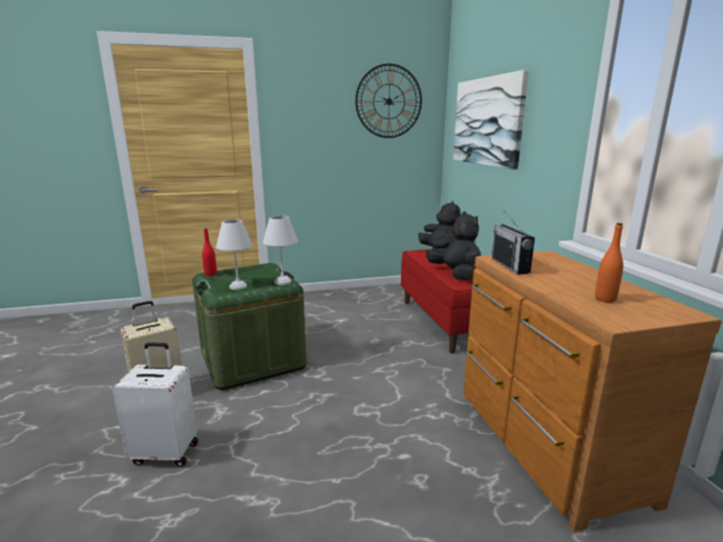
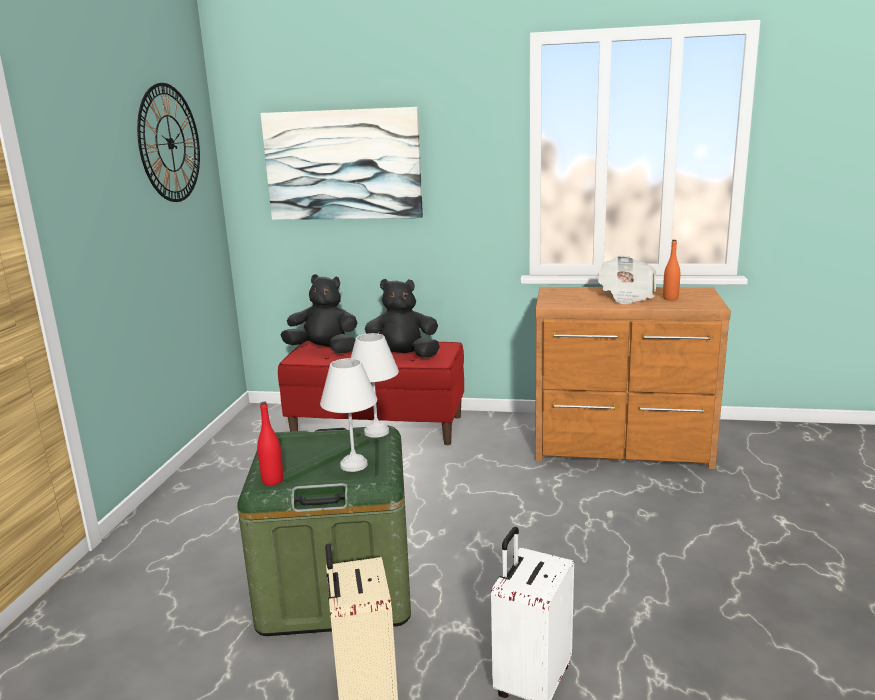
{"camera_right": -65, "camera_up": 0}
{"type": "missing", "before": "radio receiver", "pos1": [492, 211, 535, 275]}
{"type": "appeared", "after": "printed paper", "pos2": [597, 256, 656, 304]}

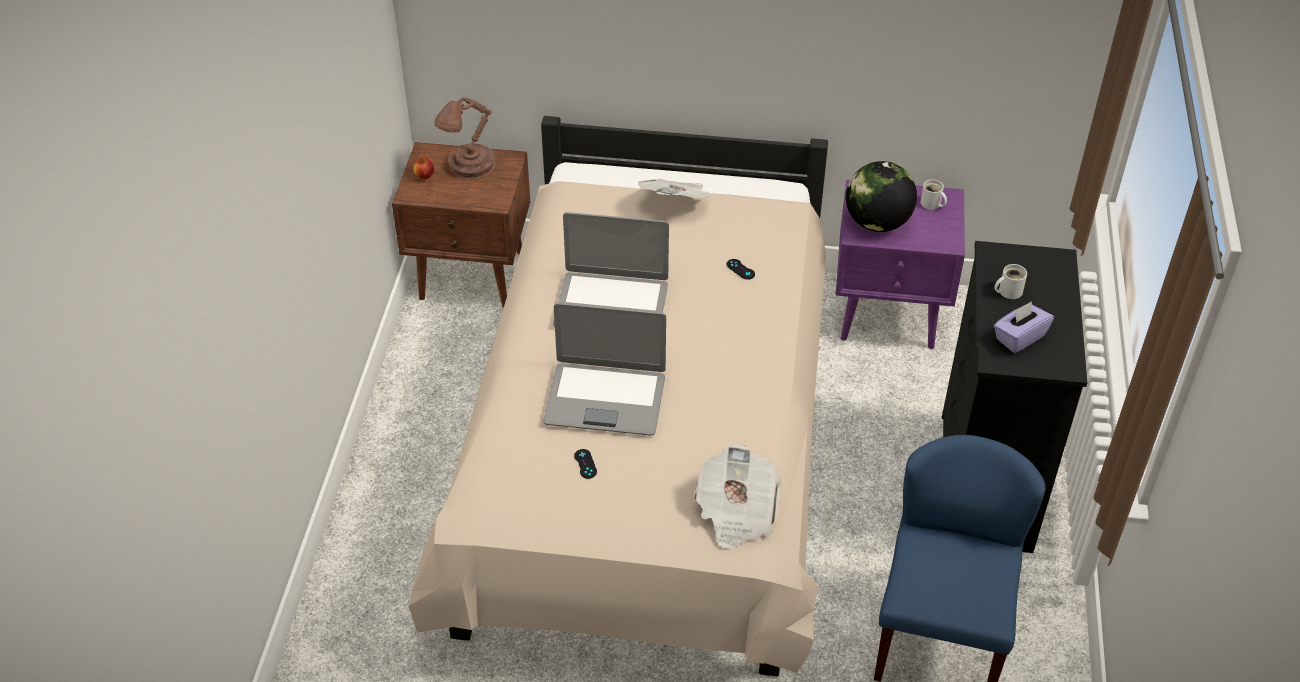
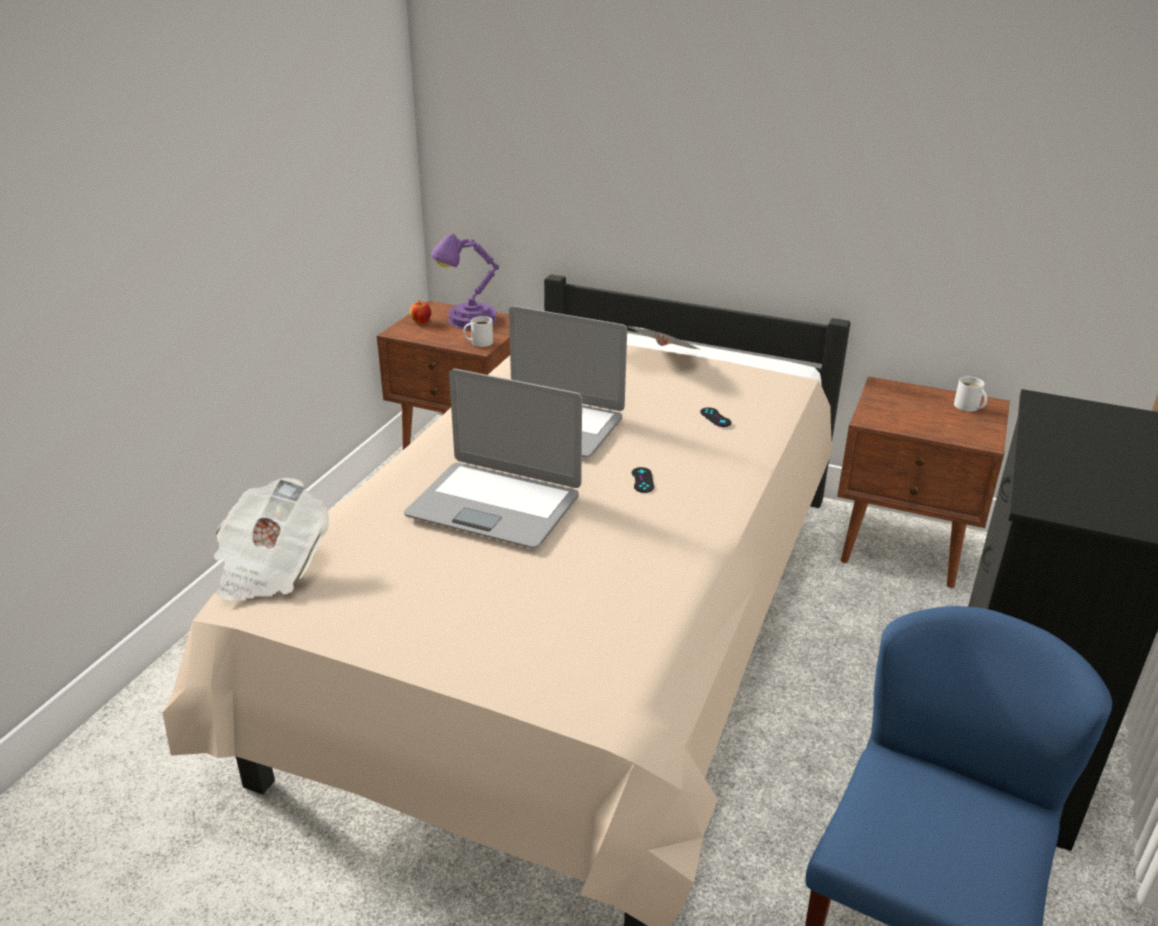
{"camera_right": 15, "camera_up": -15}
{"type": "colour", "before": "lamp for a table (brown)", "after": "lamp for a table (purplish)", "pos1": [435, 97, 495, 180], "pos2": [431, 234, 499, 330]}
{"type": "missing", "before": "desk globe", "pos1": [846, 161, 917, 232]}
{"type": "colour", "before": "night table (purplish)", "after": "night table (brown)", "pos1": [835, 179, 965, 349], "pos2": [837, 376, 1010, 588]}
{"type": "relocated", "before": "tea mug (white-coloured)", "pos1": [994, 264, 1027, 299], "pos2": [463, 316, 493, 347]}
{"type": "missing", "before": "tissue holder (purplish)", "pos1": [994, 301, 1054, 353]}
{"type": "relocated", "before": "printed paper", "pos1": [694, 444, 782, 549], "pos2": [214, 478, 329, 601]}
{"type": "relocated", "before": "joypad (black-coloured)", "pos1": [574, 449, 597, 479], "pos2": [632, 467, 654, 493]}

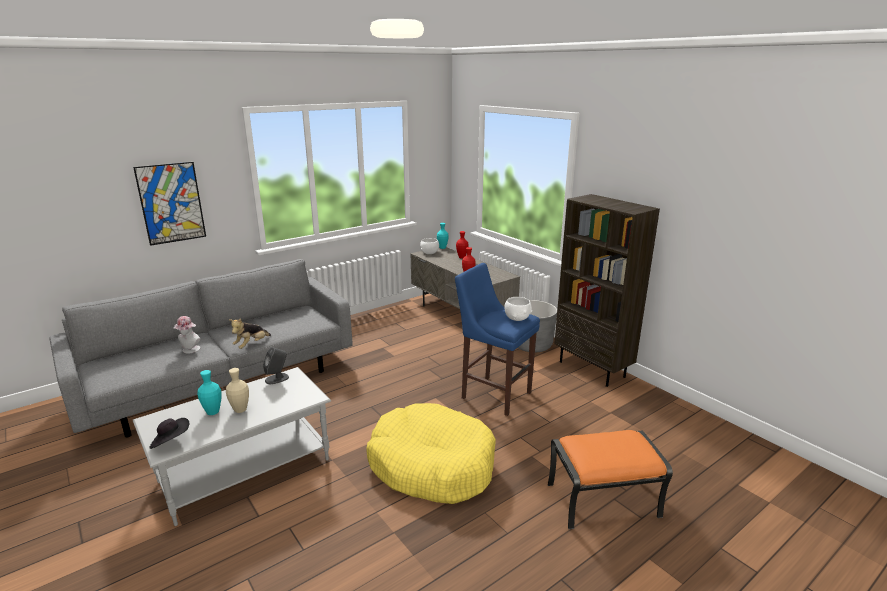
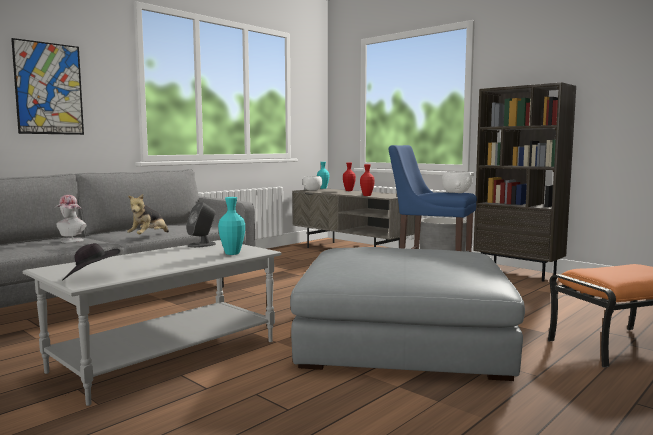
{"camera_right": -10, "camera_up": -15}
{"type": "missing", "before": "decorative vase (beige-coloured)", "pos1": [226, 368, 249, 413]}
{"type": "relocated", "before": "decorative vase (blue-green)", "pos1": [197, 370, 222, 415], "pos2": [218, 197, 245, 255]}
{"type": "exchanged", "before": "dog cushion (yellow-coloured)", "after": "ottoman (greyish)", "pos1": [366, 403, 496, 504], "pos2": [290, 247, 525, 381]}

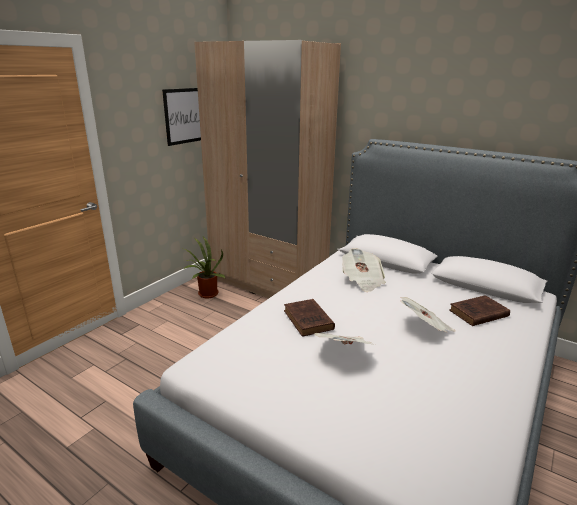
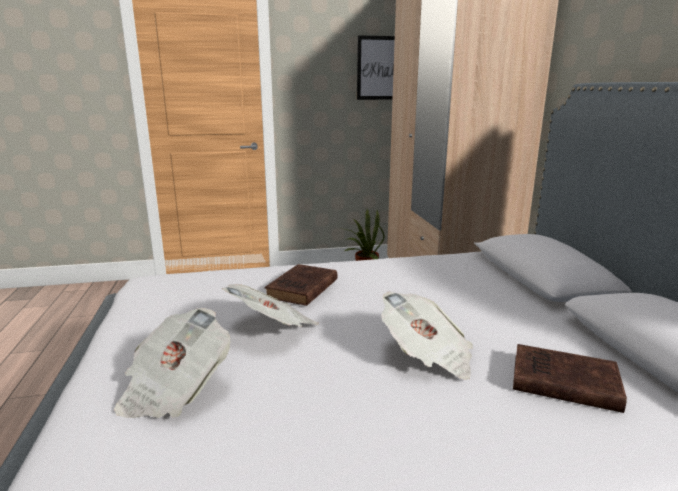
{"camera_right": 45, "camera_up": -5}
{"type": "relocated", "before": "printed paper", "pos1": [342, 248, 386, 292], "pos2": [114, 308, 230, 418]}

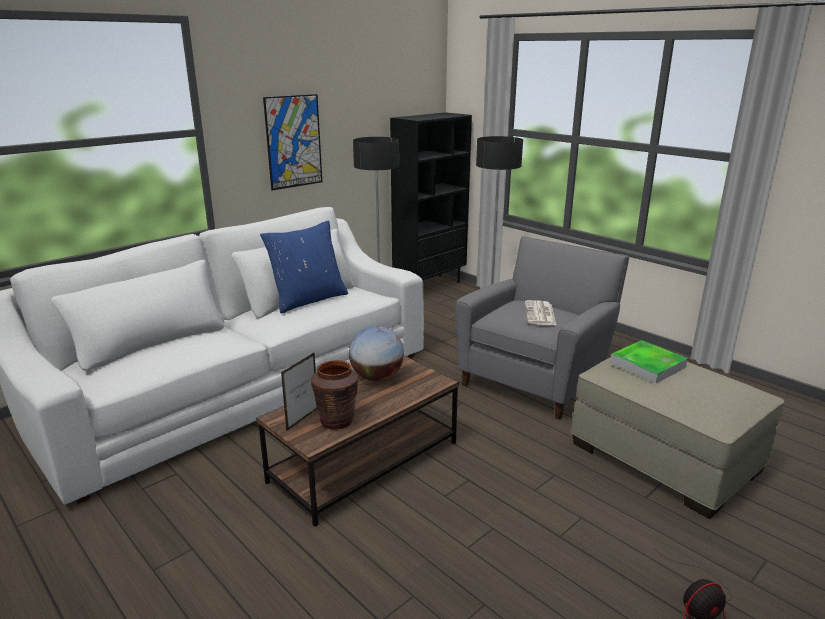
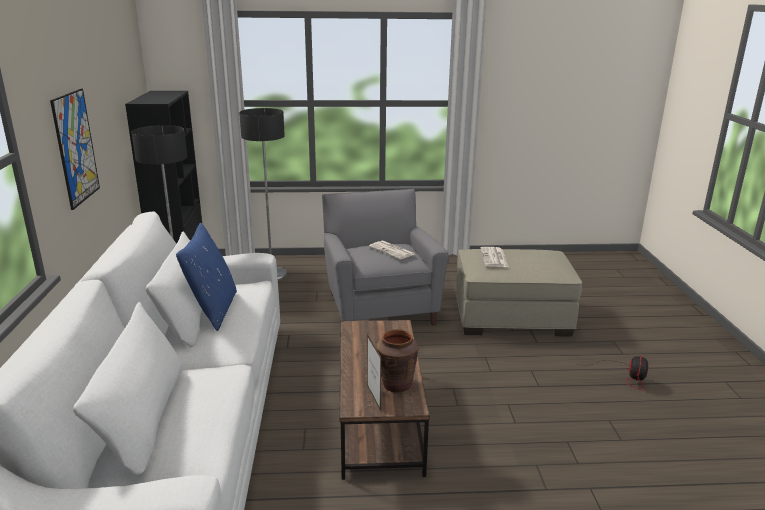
{"camera_right": -50, "camera_up": 0}
{"type": "missing", "before": "desk globe", "pos1": [349, 326, 404, 381]}
{"type": "exchanged", "before": "tray", "after": "printed paper", "pos1": [610, 340, 688, 383], "pos2": [481, 247, 508, 267]}

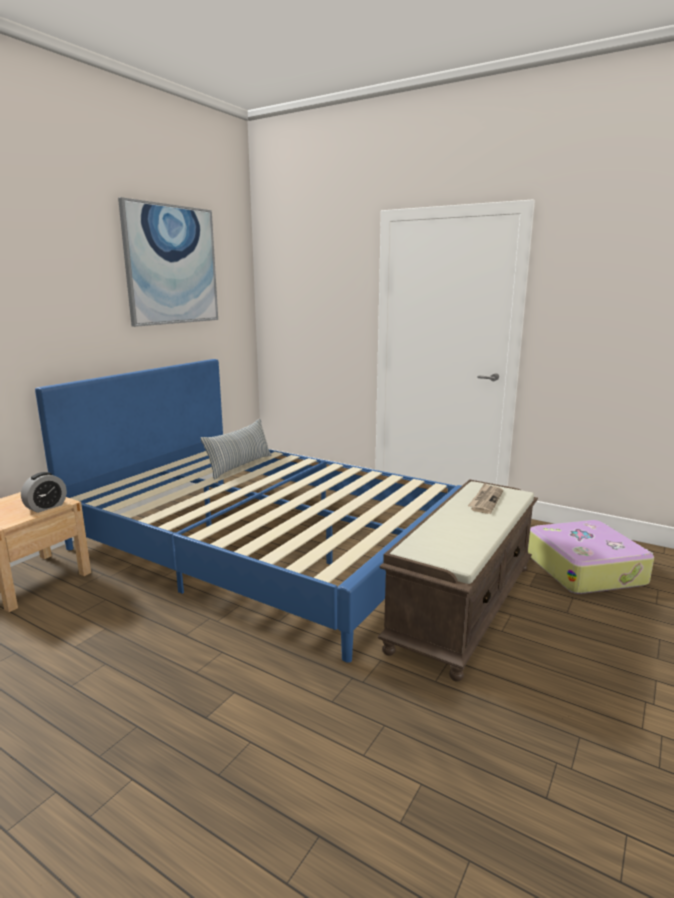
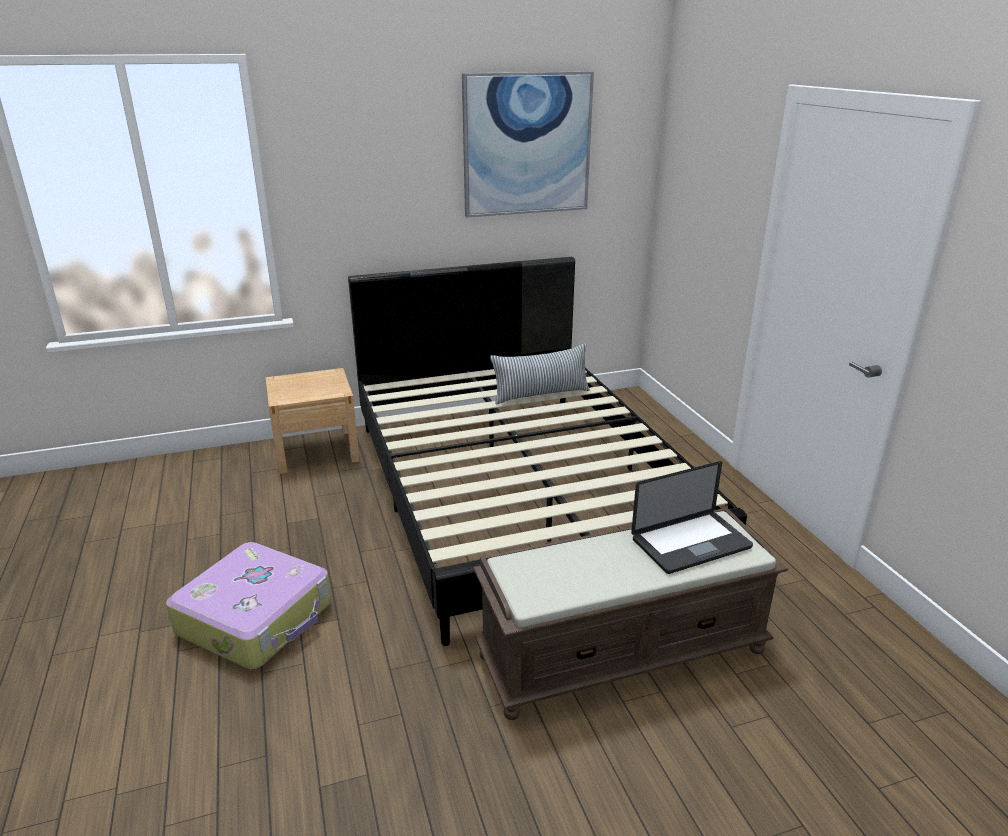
{"camera_right": 40, "camera_up": 10}
{"type": "colour", "before": "bedroom bed (blue-coloured)", "after": "bedroom bed (black-coloured)", "pos1": [35, 359, 461, 663], "pos2": [348, 257, 747, 646]}
{"type": "missing", "before": "alarm clock", "pos1": [21, 472, 67, 513]}
{"type": "exchanged", "before": "printed paper", "after": "portable computer", "pos1": [468, 483, 503, 514], "pos2": [631, 461, 753, 574]}
{"type": "relocated", "before": "travel case", "pos1": [528, 520, 654, 594], "pos2": [166, 542, 331, 669]}

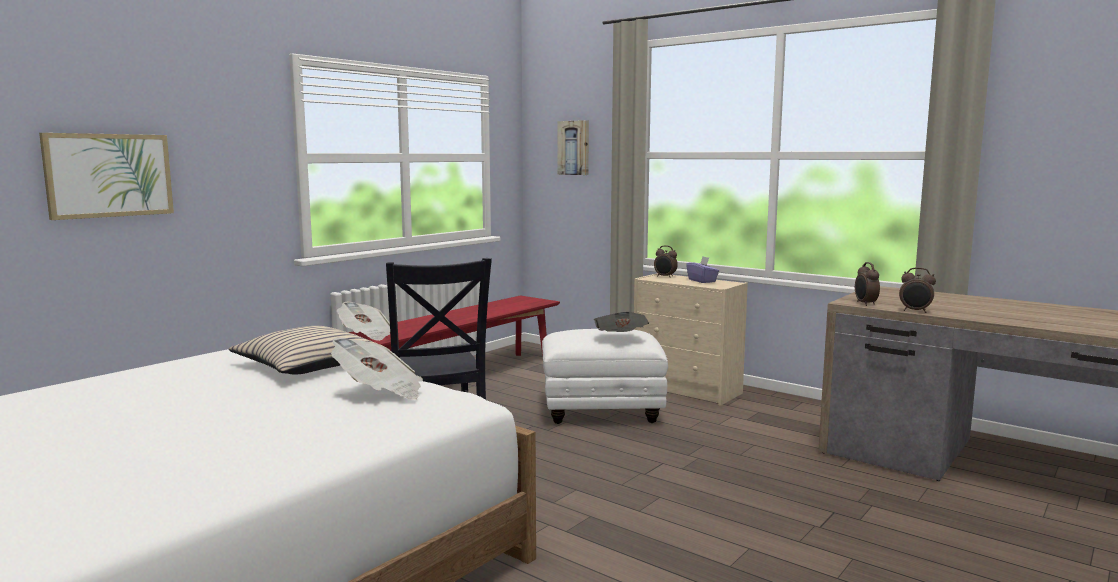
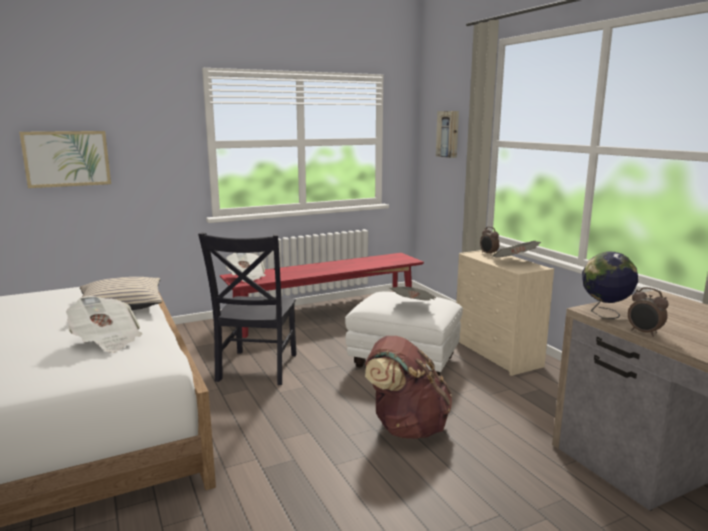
{"camera_right": 25, "camera_up": 5}
{"type": "exchanged", "before": "tissue holder (purplish)", "after": "printed paper", "pos1": [686, 257, 719, 283], "pos2": [492, 241, 541, 258]}
{"type": "exchanged", "before": "alarm clock", "after": "desk globe", "pos1": [855, 262, 880, 306], "pos2": [582, 252, 638, 319]}
{"type": "appeared", "after": "rucksack (brown)", "pos2": [365, 336, 452, 439]}

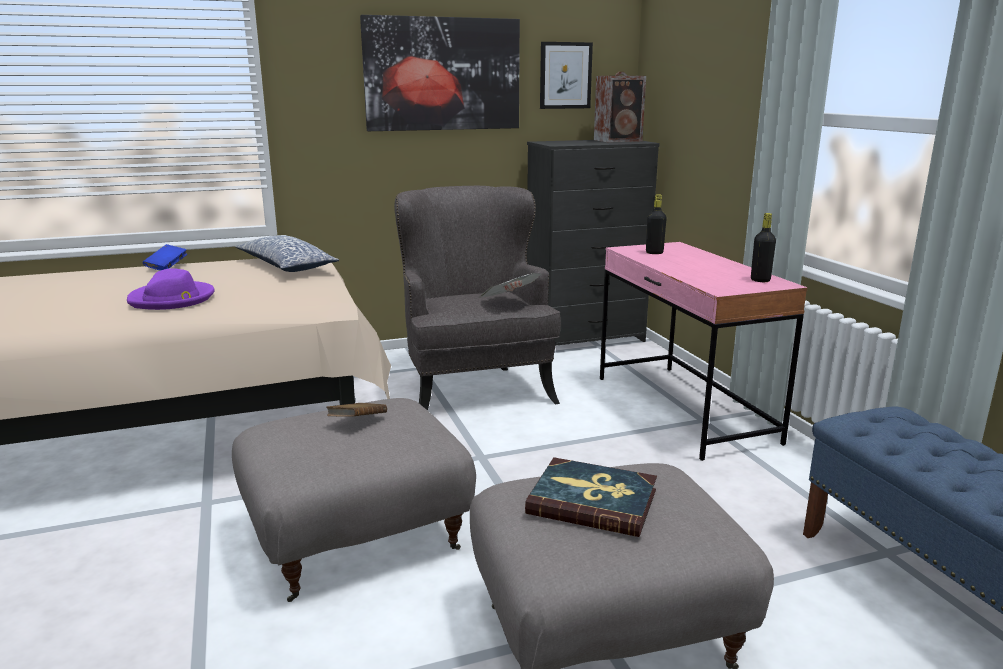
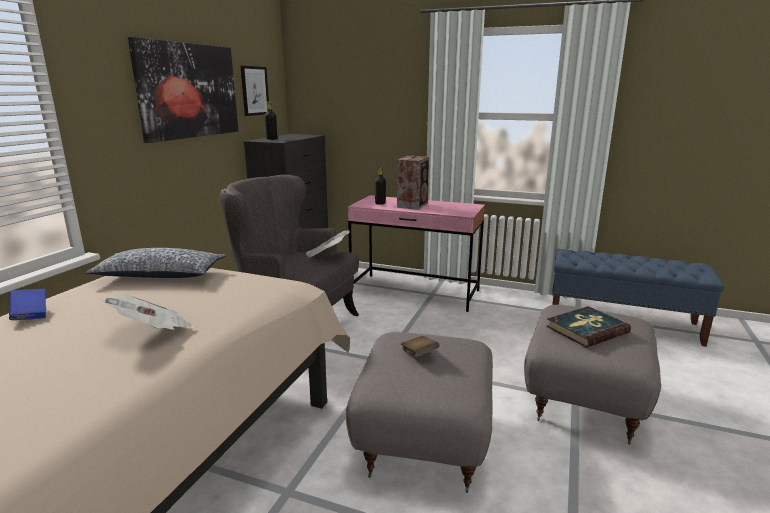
{"camera_right": -50, "camera_up": 0}
{"type": "relocated", "before": "audio speaker", "pos1": [594, 72, 646, 142], "pos2": [397, 155, 429, 210]}
{"type": "relocated", "before": "bottle (black-coloured)", "pos1": [751, 213, 776, 282], "pos2": [264, 101, 277, 140]}
{"type": "exchanged", "before": "clothing hat (purplish)", "after": "printed paper", "pos1": [127, 268, 215, 310], "pos2": [101, 295, 197, 330]}

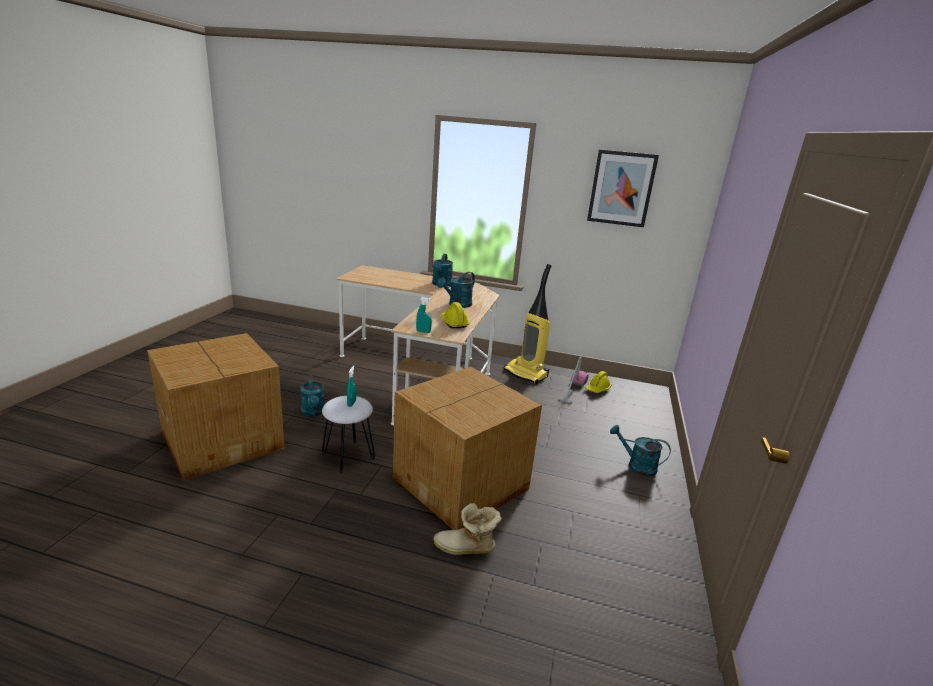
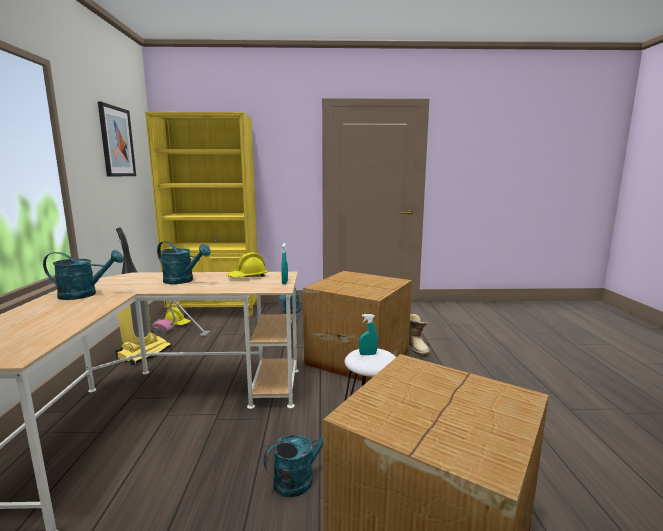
{"camera_right": -105, "camera_up": -10}
{"type": "appeared", "after": "shelving unit (yellow-coloured)", "pos2": [145, 112, 257, 317]}

